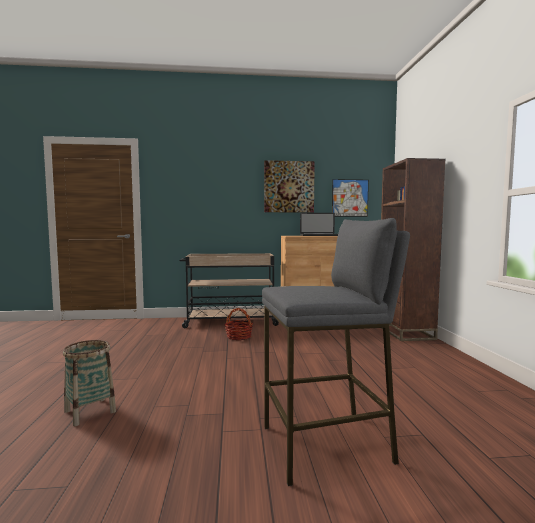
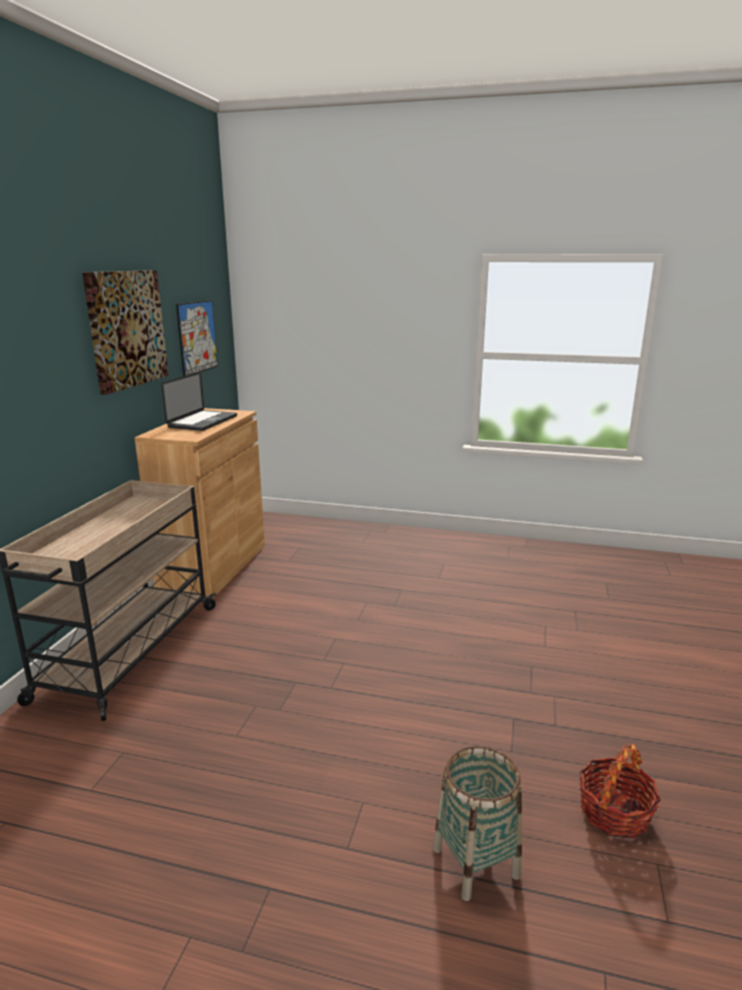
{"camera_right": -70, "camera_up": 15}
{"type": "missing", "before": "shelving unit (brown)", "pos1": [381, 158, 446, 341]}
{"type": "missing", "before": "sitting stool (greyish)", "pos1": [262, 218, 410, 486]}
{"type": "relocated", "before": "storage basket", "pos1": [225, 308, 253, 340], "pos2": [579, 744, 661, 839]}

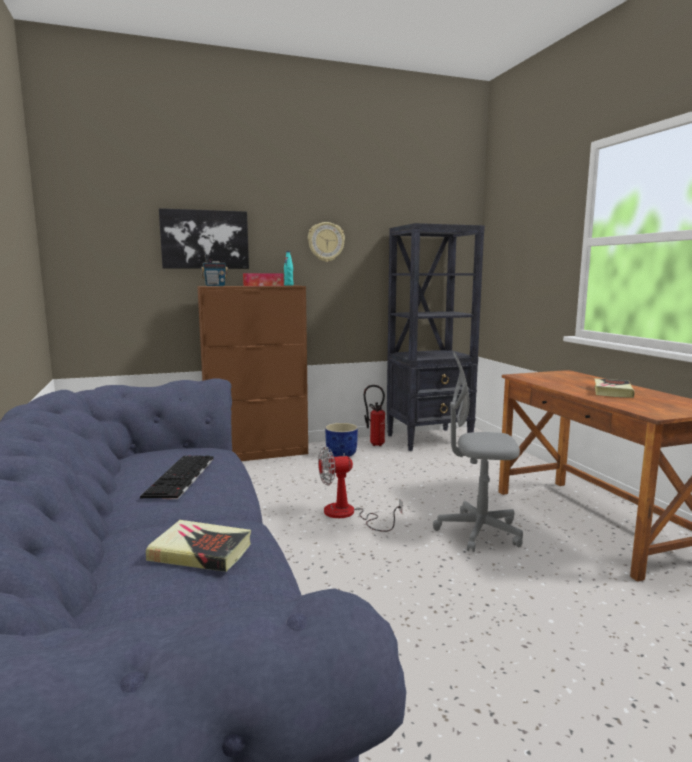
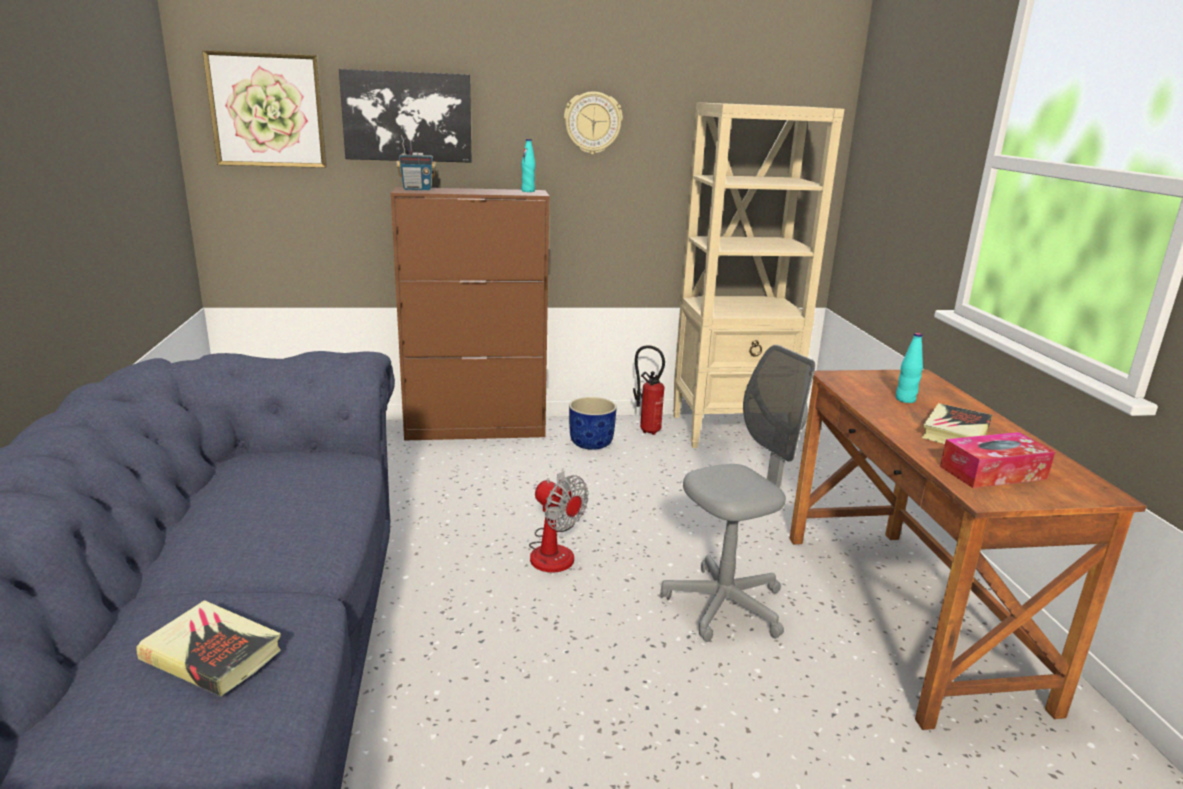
{"camera_right": 10, "camera_up": 10}
{"type": "colour", "before": "shelving unit (black-coloured)", "after": "shelving unit (beige-coloured)", "pos1": [387, 223, 485, 451], "pos2": [673, 102, 844, 448]}
{"type": "relocated", "before": "tissue holder", "pos1": [243, 273, 284, 286], "pos2": [940, 432, 1055, 488]}
{"type": "spun", "before": "computer chair (greyish)", "pos1": [433, 351, 523, 552], "pos2": [660, 345, 816, 642], "turn": 135}
{"type": "spun", "before": "electric fan", "pos1": [318, 447, 402, 532], "pos2": [529, 471, 589, 573], "turn": -135}
{"type": "missing", "before": "computer keyboard", "pos1": [140, 456, 213, 499]}
{"type": "appeared", "after": "picture", "pos2": [202, 50, 327, 168]}
{"type": "appeared", "after": "bottle (blue-green)", "pos2": [896, 333, 923, 403]}

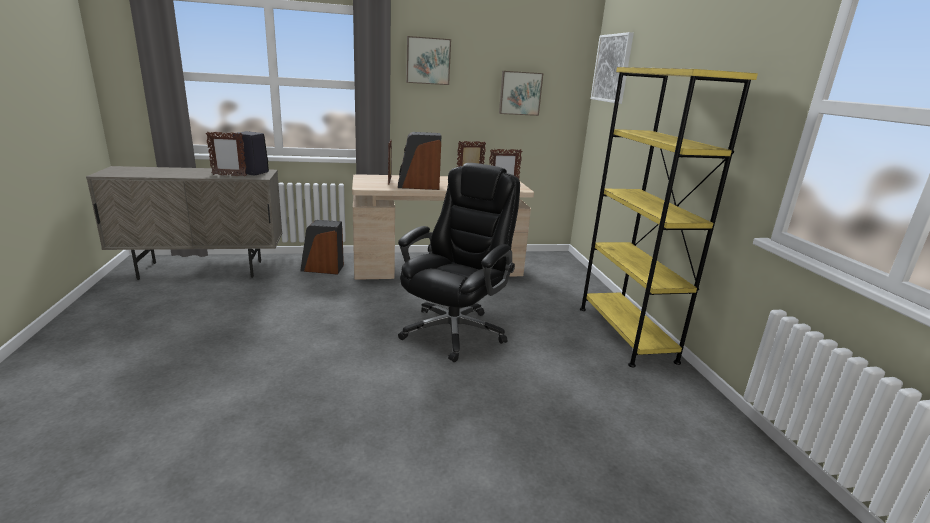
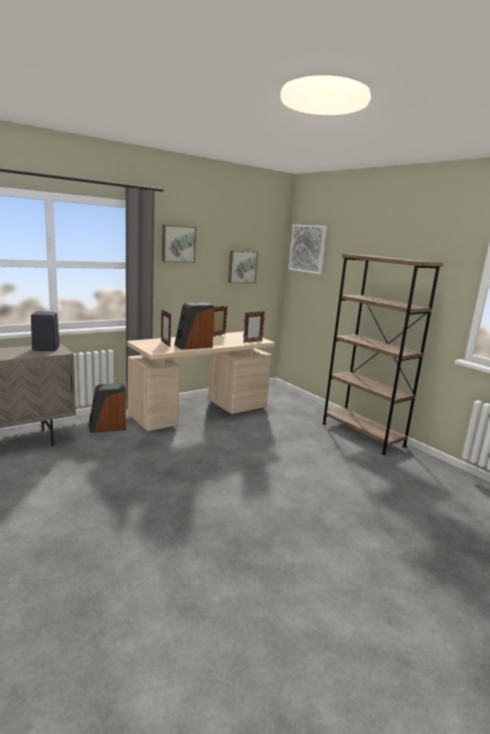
{"camera_right": -25, "camera_up": -5}
{"type": "colour", "before": "shelving unit (yellow-coloured)", "after": "shelving unit (brown)", "pos1": [580, 67, 758, 368], "pos2": [322, 254, 443, 455]}
{"type": "missing", "before": "photo frame", "pos1": [206, 131, 247, 177]}
{"type": "missing", "before": "computer chair (black-coloured)", "pos1": [398, 163, 520, 362]}

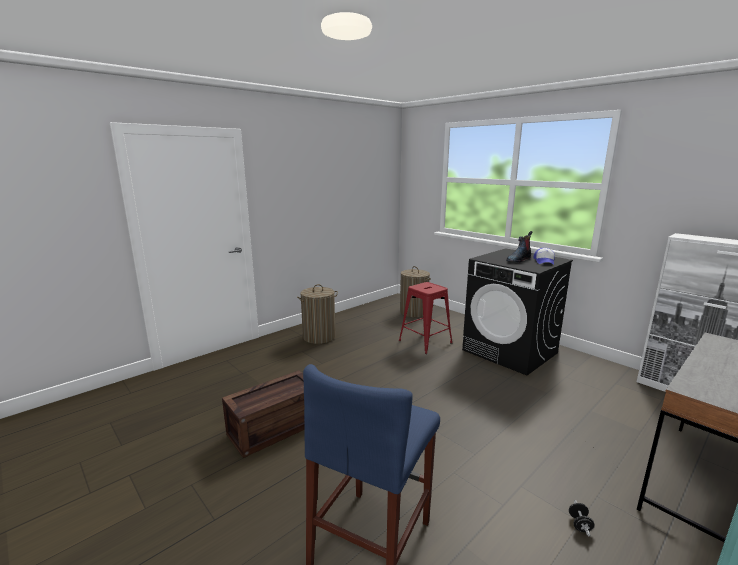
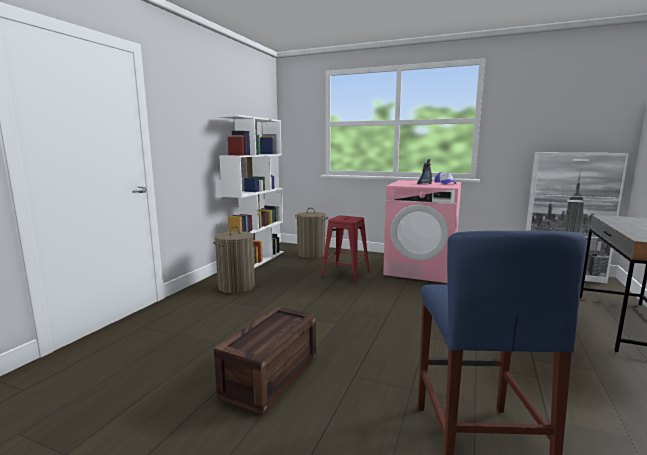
{"camera_right": -25, "camera_up": -5}
{"type": "colour", "before": "laundry appliance (black-coloured)", "after": "laundry appliance (pink-coloured)", "pos1": [462, 248, 573, 375], "pos2": [383, 180, 461, 283]}
{"type": "missing", "before": "hand weight (black-coloured)", "pos1": [569, 500, 594, 536]}
{"type": "appeared", "after": "shelving unit (white-coloured)", "pos2": [217, 115, 284, 268]}

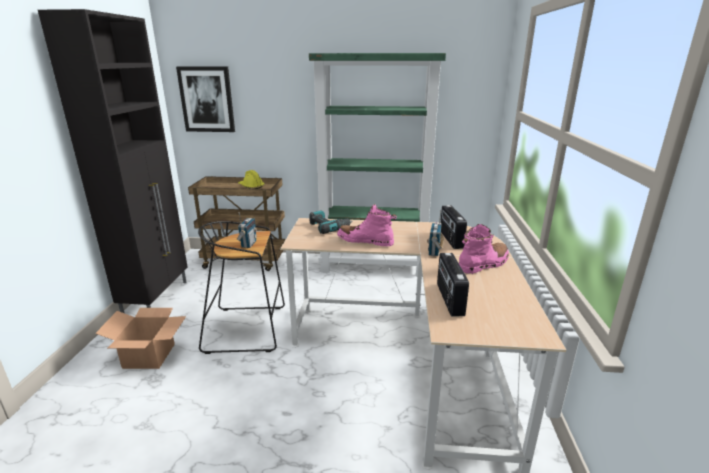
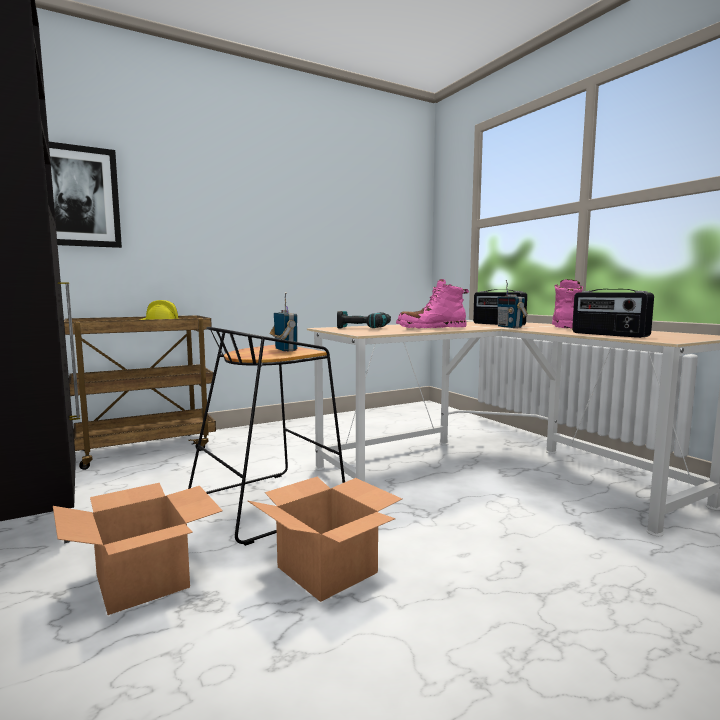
{"camera_right": -35, "camera_up": -15}
{"type": "missing", "before": "shelving unit (greenish)", "pos1": [309, 53, 446, 277]}
{"type": "appeared", "after": "carton", "pos2": [248, 477, 402, 602]}

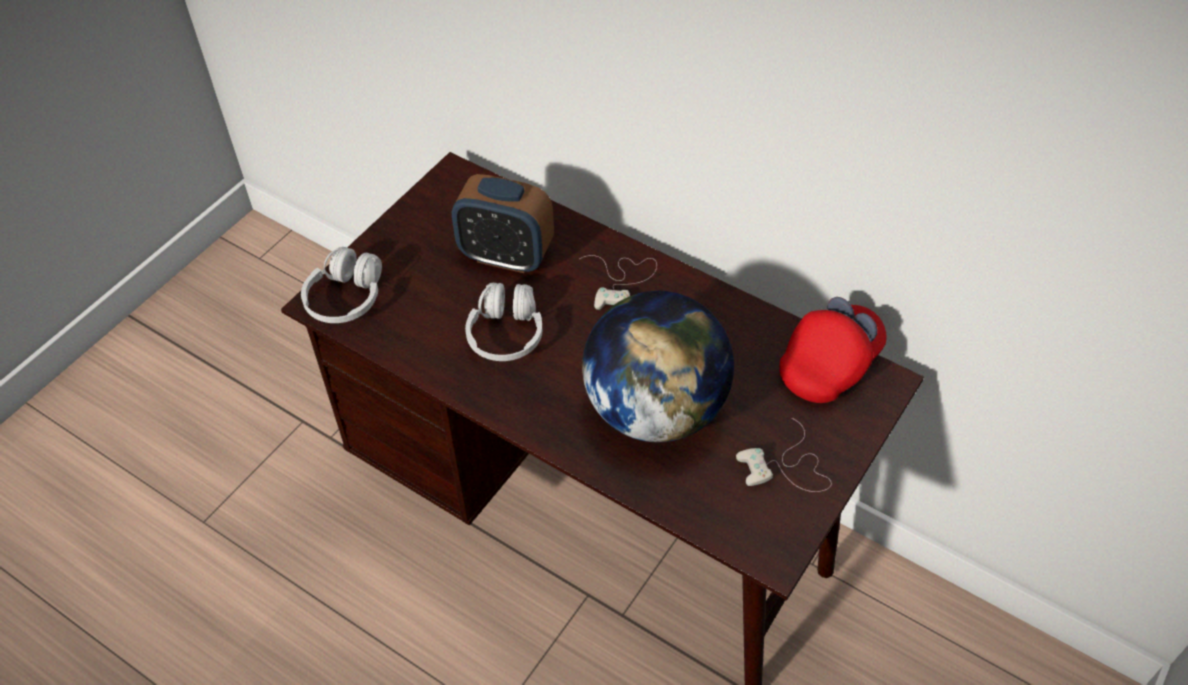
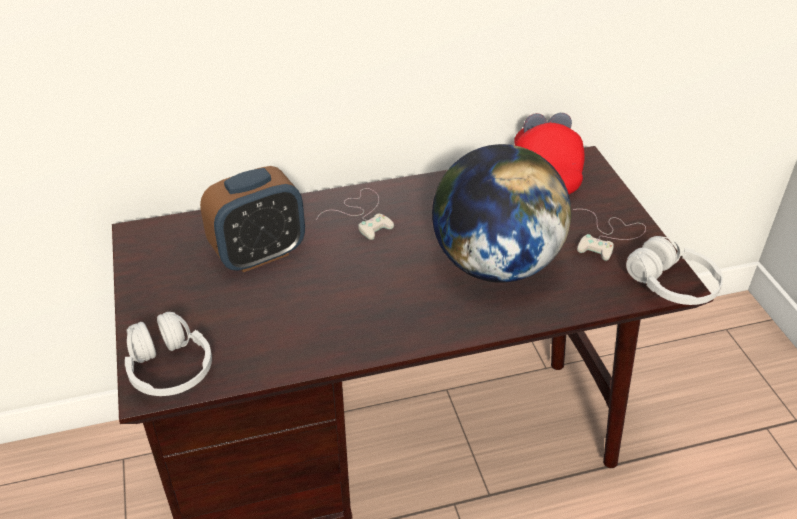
{"camera_right": -50, "camera_up": -10}
{"type": "relocated", "before": "headphones (white-coloured)", "pos1": [465, 283, 542, 361], "pos2": [626, 236, 723, 305]}

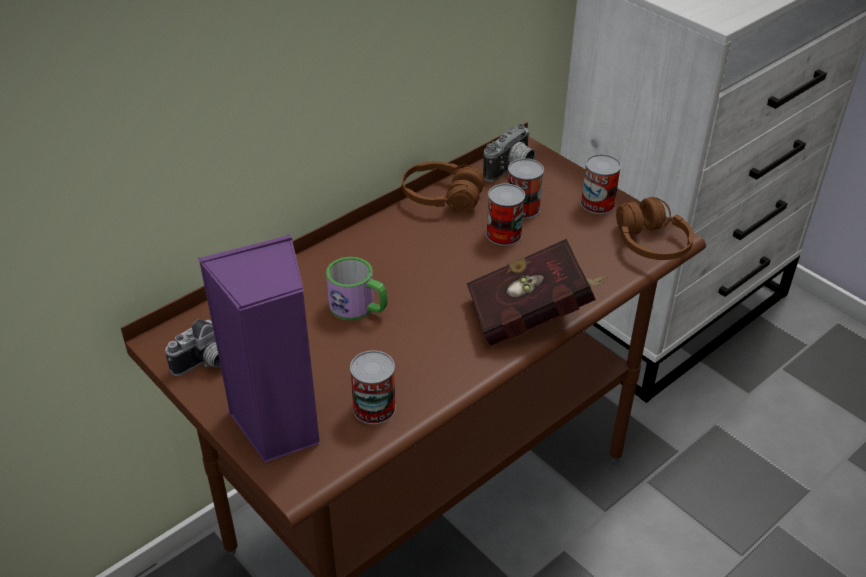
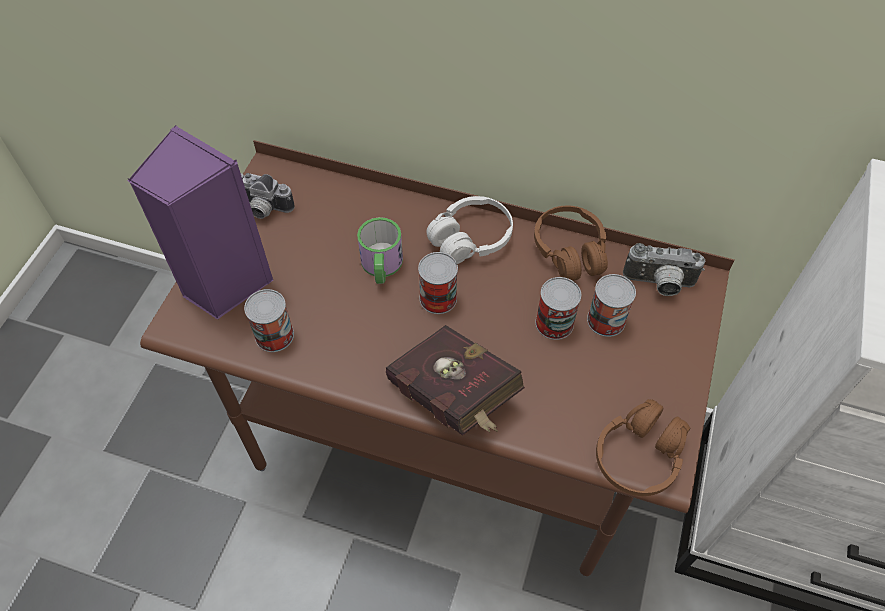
{"camera_right": 60, "camera_up": 15}
{"type": "relocated", "before": "metal can", "pos1": [580, 154, 621, 214], "pos2": [418, 252, 458, 314]}
{"type": "appeared", "after": "headphones (white-coloured)", "pos2": [426, 196, 513, 264]}

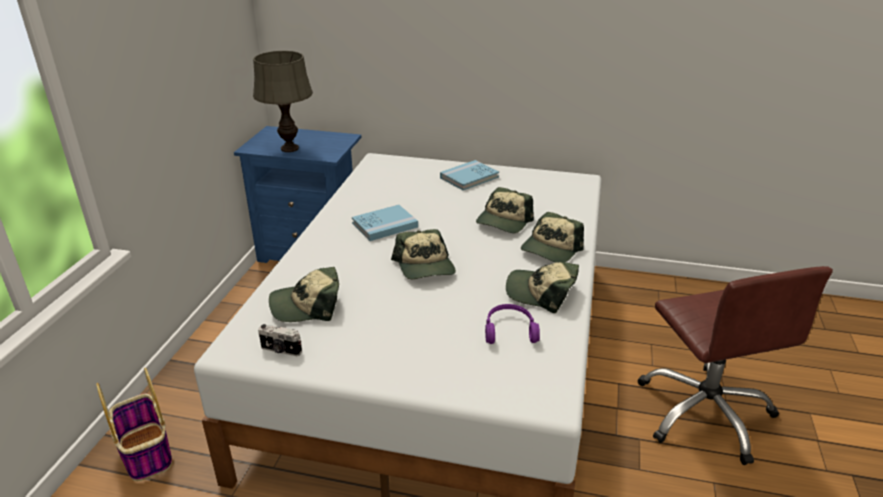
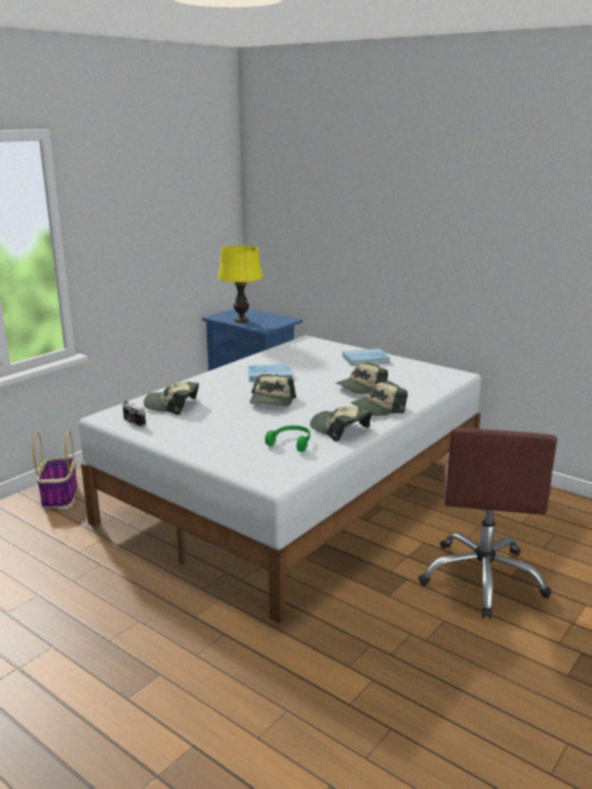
{"camera_right": 25, "camera_up": -10}
{"type": "colour", "before": "lamp for a table (greyish)", "after": "lamp for a table (yellow-coloured)", "pos1": [253, 51, 313, 152], "pos2": [218, 245, 263, 323]}
{"type": "colour", "before": "headphones (purplish)", "after": "headphones (greenish)", "pos1": [485, 304, 540, 344], "pos2": [265, 425, 310, 452]}

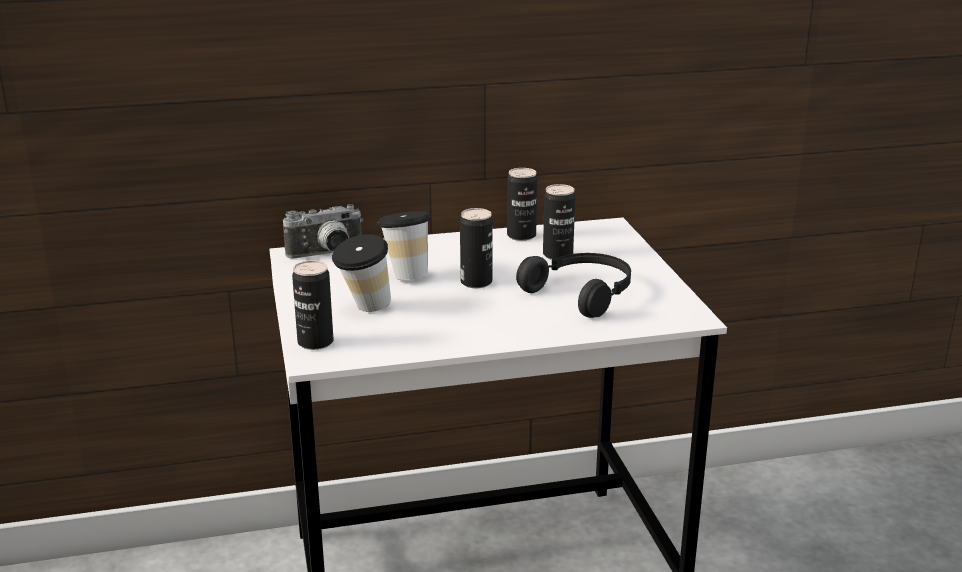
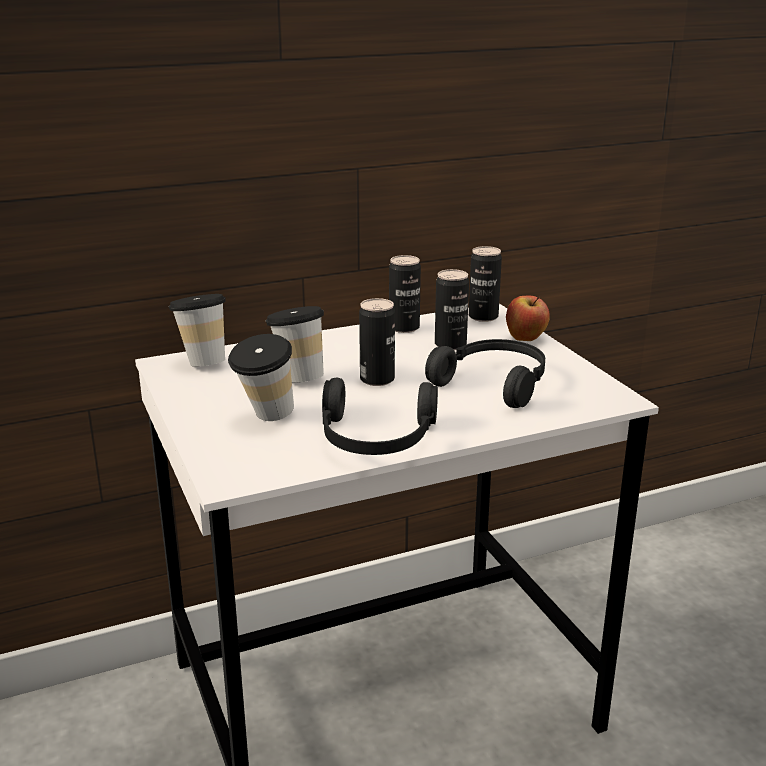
{"camera_right": -10, "camera_up": 0}
{"type": "exchanged", "before": "photo camera", "after": "small cup", "pos1": [283, 204, 364, 258], "pos2": [168, 294, 225, 367]}
{"type": "relocated", "before": "metal can", "pos1": [292, 260, 333, 350], "pos2": [469, 246, 502, 322]}
{"type": "appeared", "after": "apple fruit", "pos2": [506, 296, 550, 341]}
{"type": "appeared", "after": "headphones (black-coloured)", "pos2": [322, 378, 438, 455]}

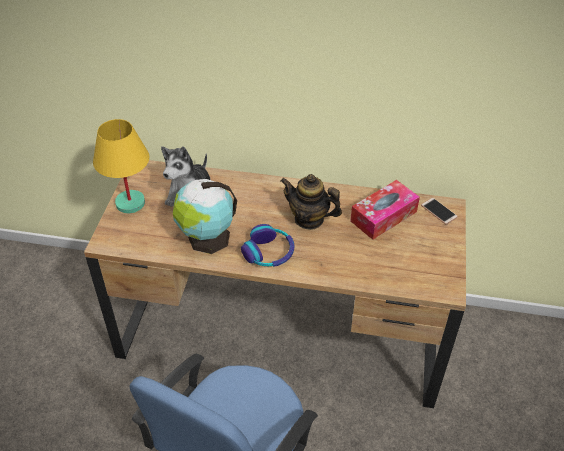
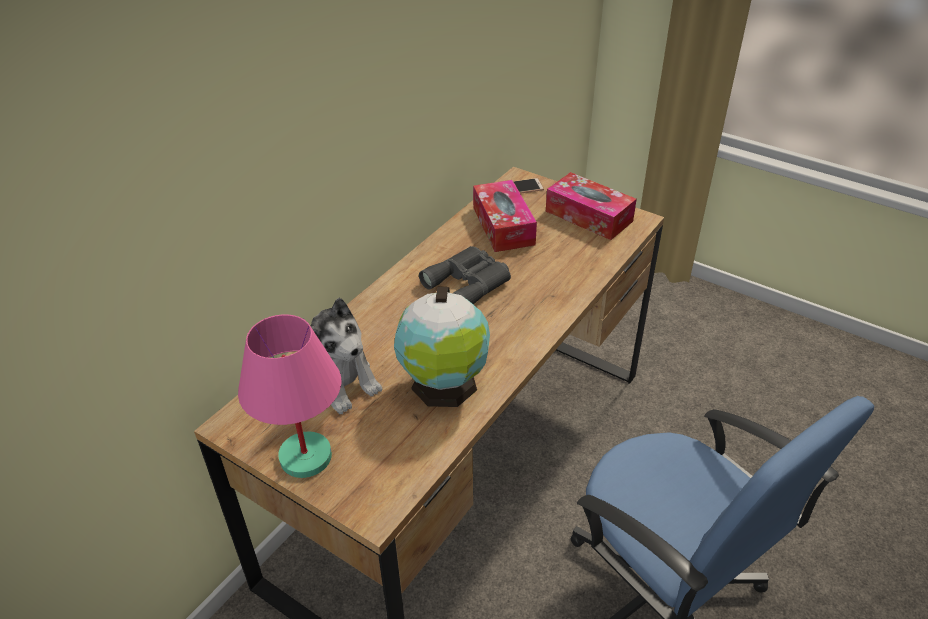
{"camera_right": -65, "camera_up": -5}
{"type": "colour", "before": "lamp for a table (yellow-coloured)", "after": "lamp for a table (pink-coloured)", "pos1": [93, 119, 149, 213], "pos2": [238, 314, 342, 478]}
{"type": "exchanged", "before": "pot for tea", "after": "pair of binoculars (greyish)", "pos1": [281, 174, 342, 230], "pos2": [419, 246, 511, 305]}
{"type": "missing", "before": "headphones", "pos1": [241, 224, 294, 267]}
{"type": "appeared", "after": "tissue holder", "pos2": [546, 172, 637, 240]}

